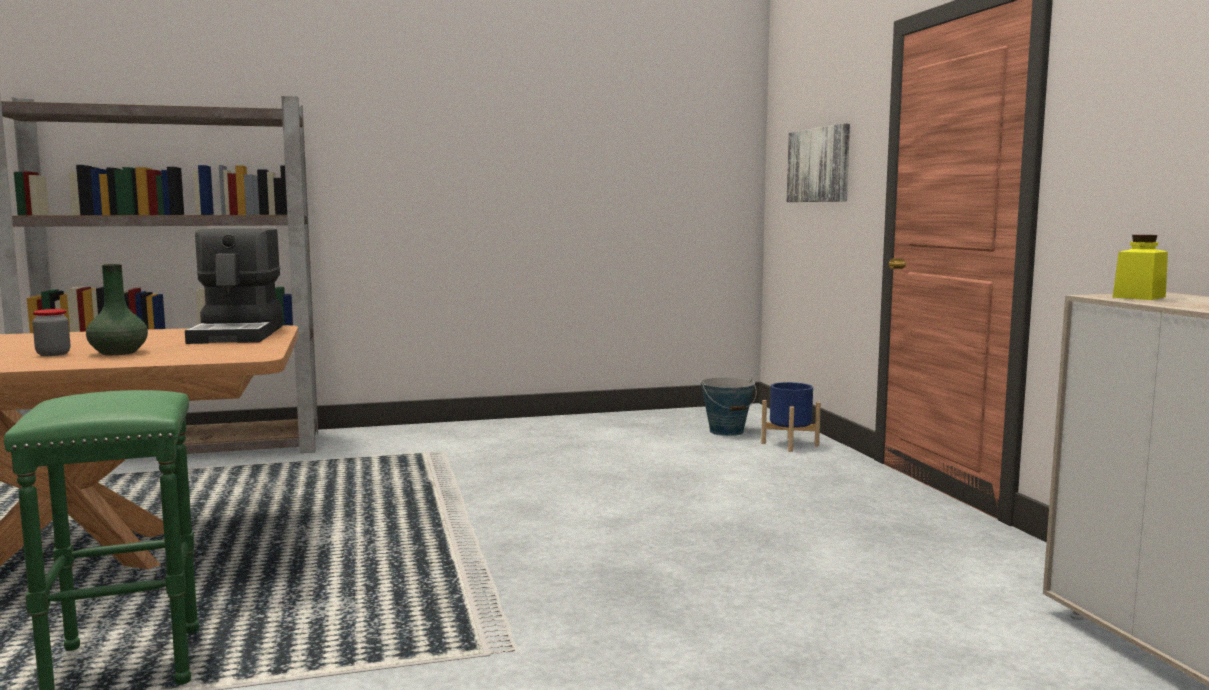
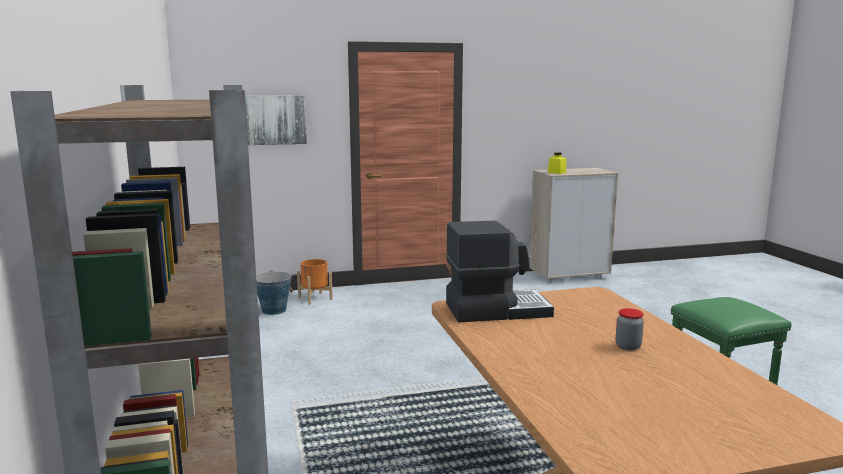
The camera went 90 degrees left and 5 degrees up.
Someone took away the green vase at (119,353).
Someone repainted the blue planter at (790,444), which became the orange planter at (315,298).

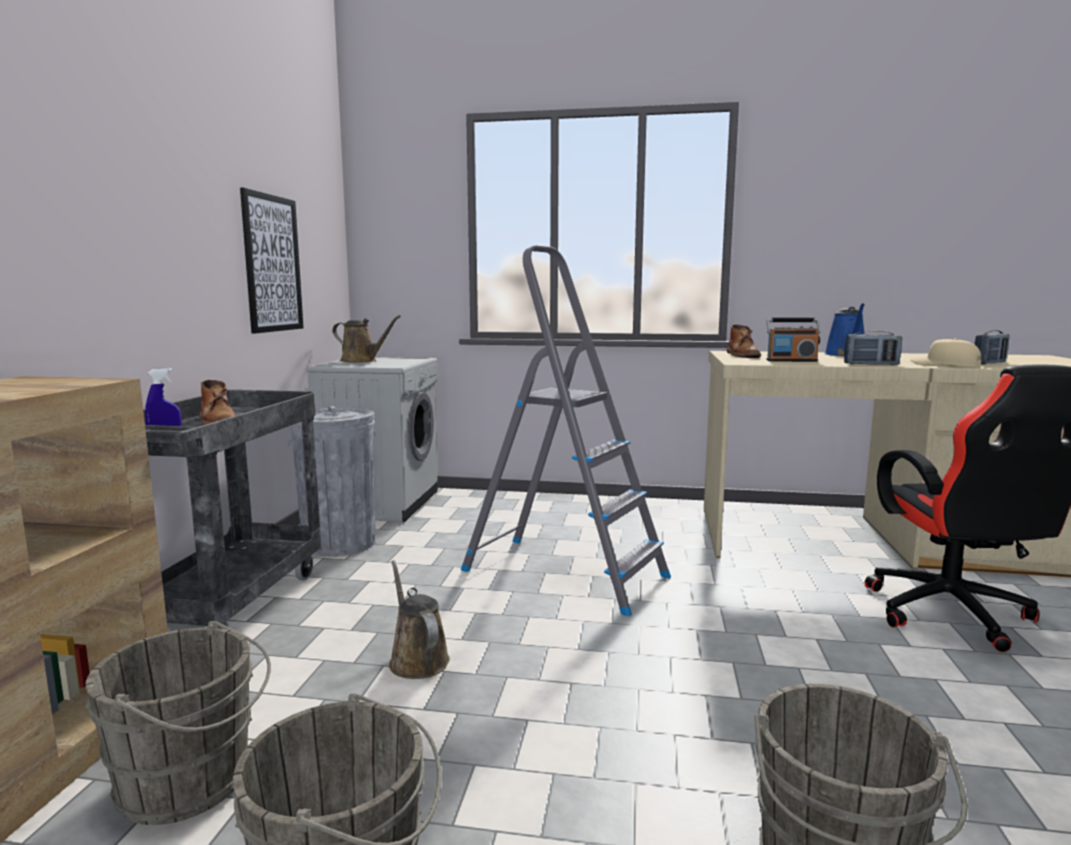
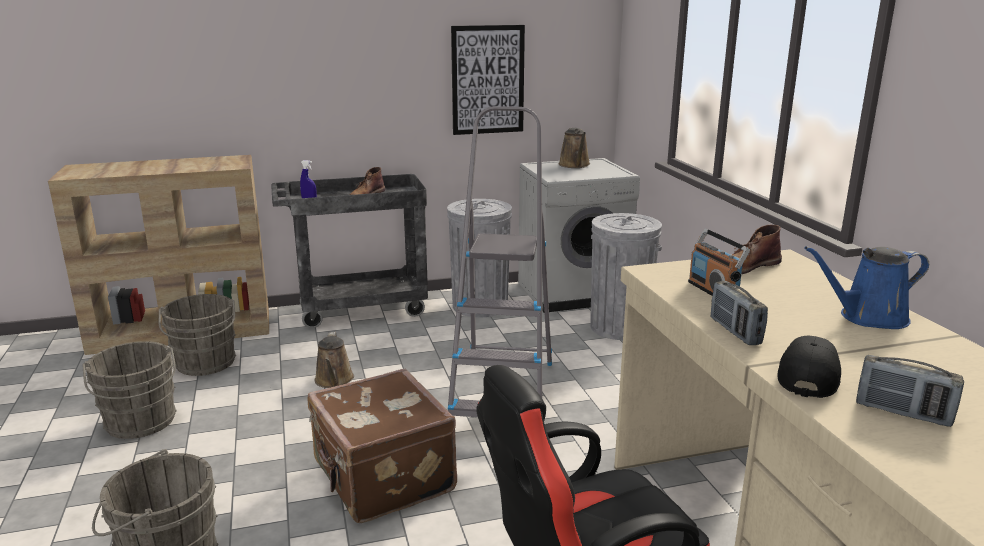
The camera went 65 degrees right and 10 degrees up.
Someone rotated the brown watering can at (417,659) by 135 degrees clockwise.
Someone repainted the beige cap at (944,365), which became the black cap at (808,376).
Someone put down the brown suitcase at (381,478).
Someone put down the grey trash can at (619,327).

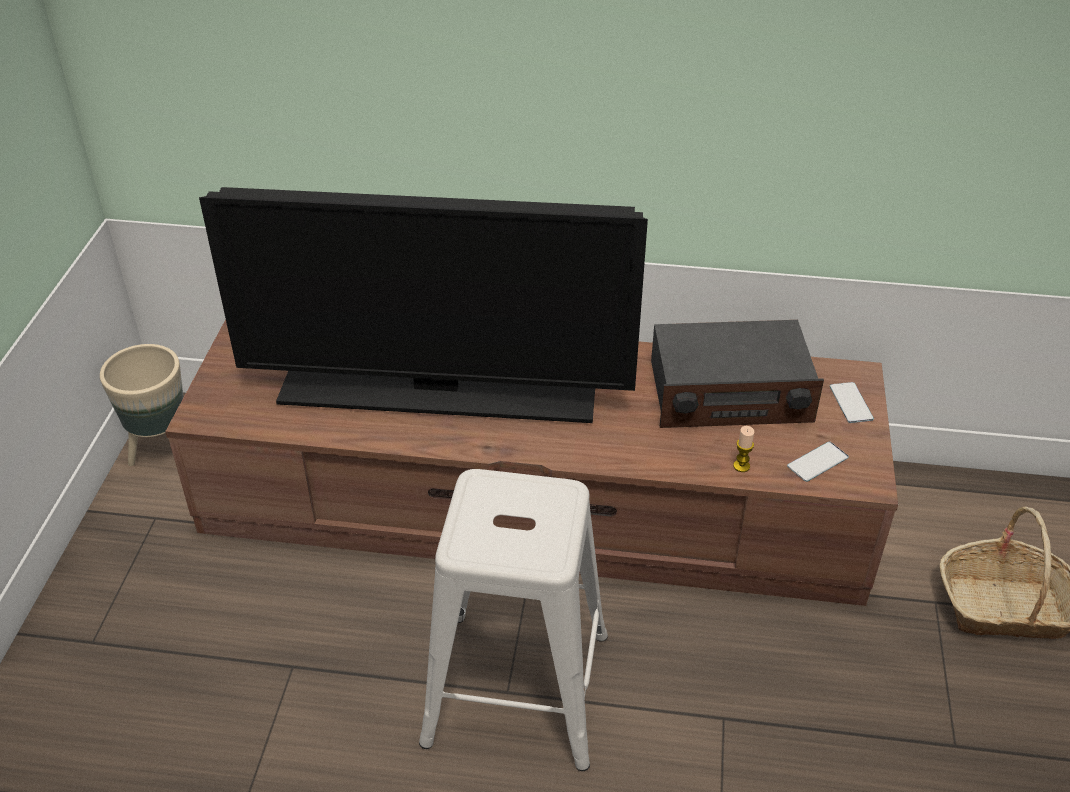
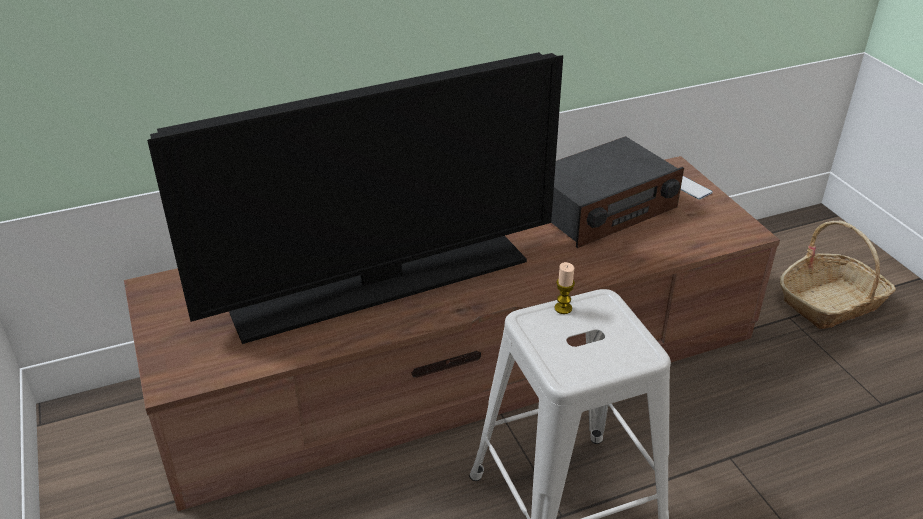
The camera went 30 degrees left and 5 degrees down.
Someone took away the beige planter at (163,452).
Someone carried the candle from (741,466) to (563,308).
Someone took away the phone at (817,462).

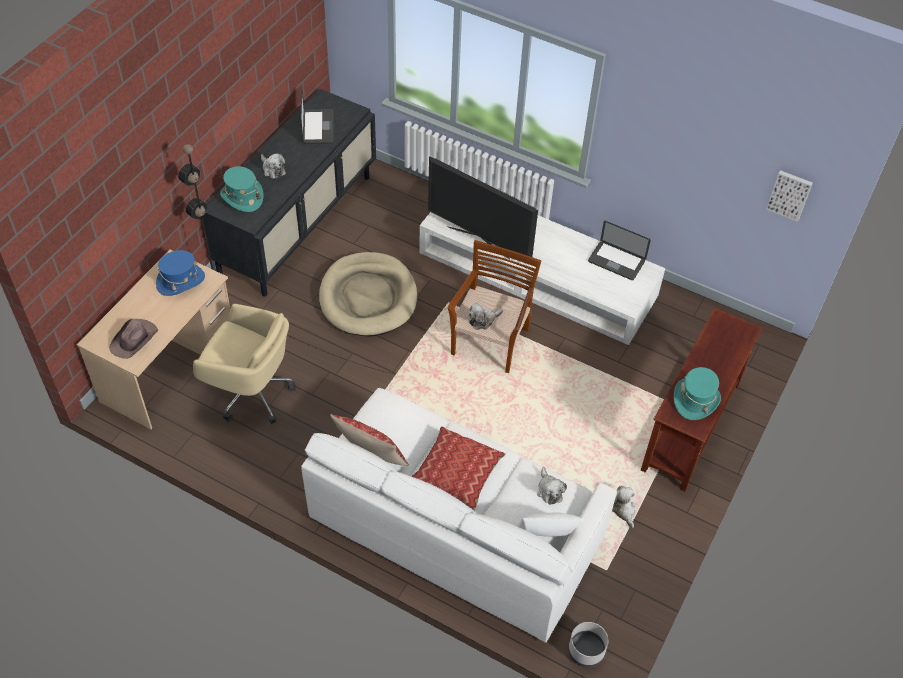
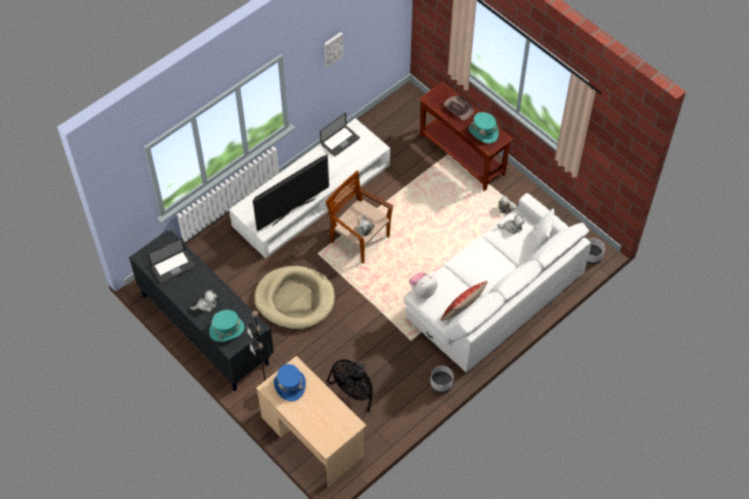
The camera went 70 degrees left and 5 degrees up.
Someone carried the brown hat from (134,339) to (458,108).
Someone swapped the beige office chair at (251,394) for the black fan at (354,389).
Someone rotated the laptop at (318,127) by 135 degrees clockwise.
Someone took away the pillow at (457,473).
Someone carried the picture from (789,194) to (332,48).
Someone put down the plush toy at (422,291).
Someone put down the grey planter at (441,384).

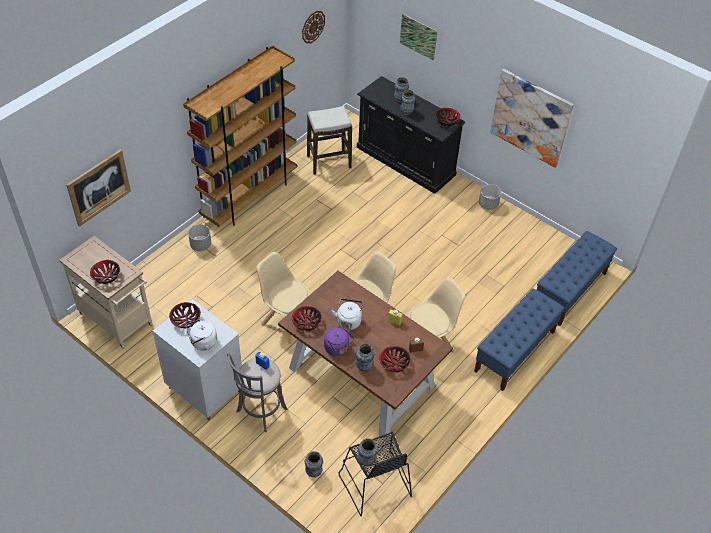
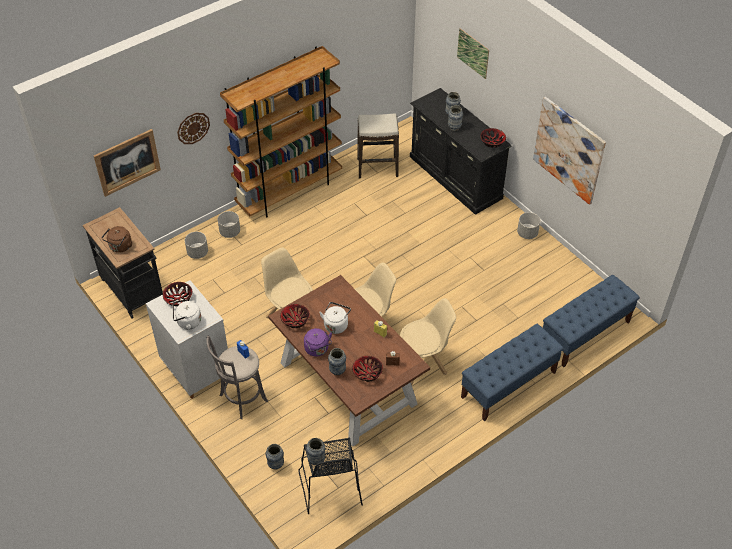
The camera went 15 degrees right and 0 degrees up.
Someone repainted the beige cart at (117,321), which became the black cart at (133,291).
Someone swapped the bowl at (106,276) for the brown kettle at (120,247).
Someone carried the wall clock from (313,26) to (193,128).
Someone put down the grey planter at (197,252).

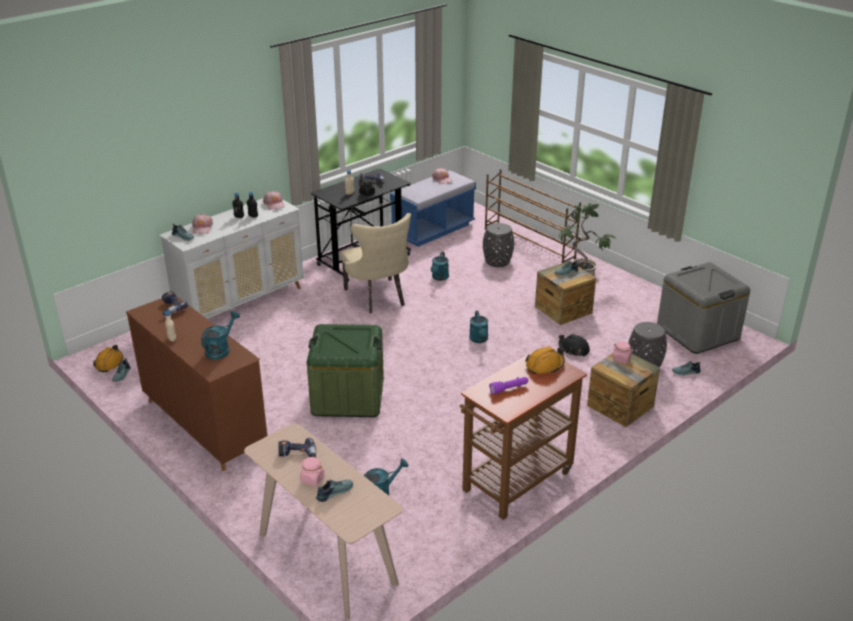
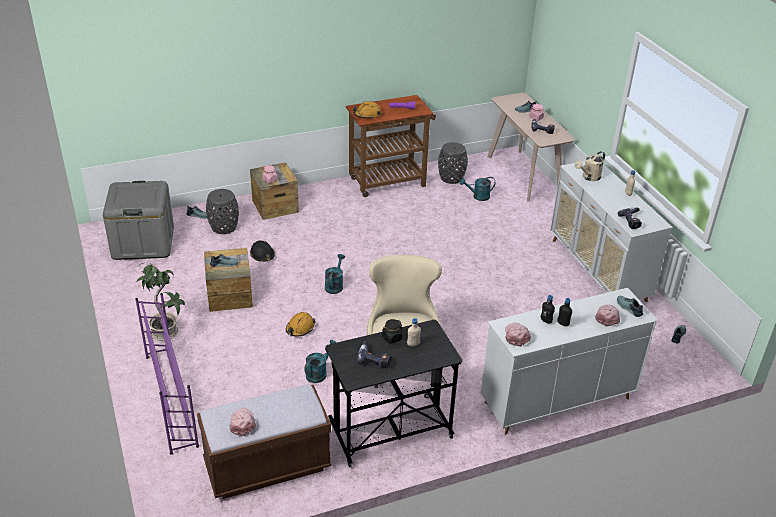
The camera went 160 degrees left and 5 degrees up.
Someone carried the orange hard hat from (109,363) to (300,328).
Someone repainted the brown cabinet at (204,425), which became the white cabinet at (598,270).
Someone repainted the turquoise watering can at (220,350), which became the beige watering can at (589,177).
Someone took away the green storage box at (348,397).
Someone repainted the blue bench at (433,230), which became the brown bench at (267,466).
Someone carried the grey stool from (497,261) to (451,178).
Someone repainted the brown shoe rack at (529,243), which became the purple shoe rack at (171,399).

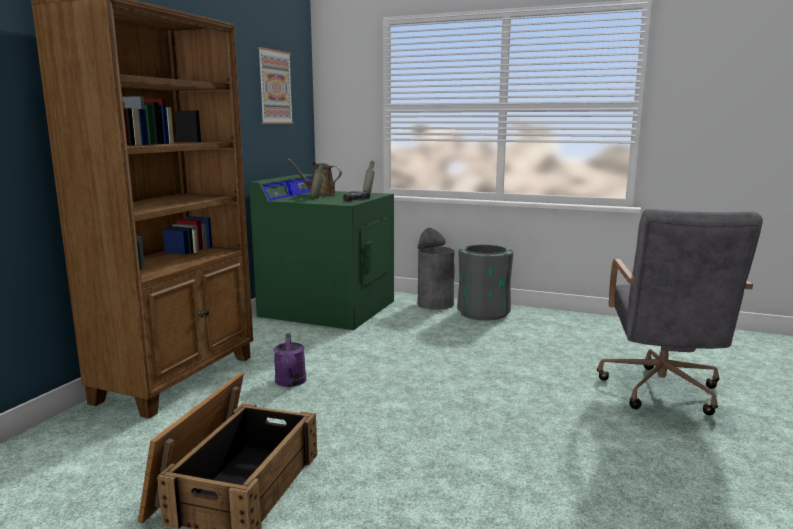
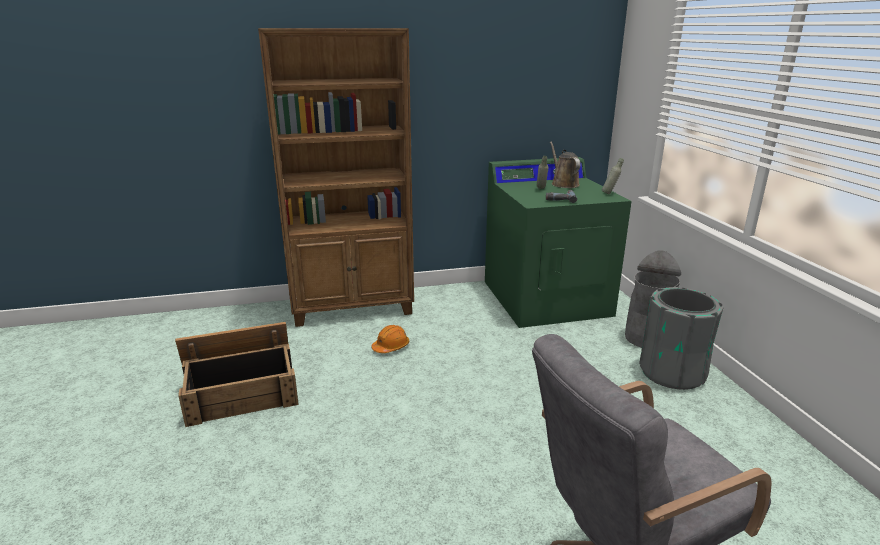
The camera went 55 degrees right and 10 degrees up.
Someone took away the picture at (274,87).
Someone swapped the purple watering can at (291,382) for the orange hard hat at (391,347).

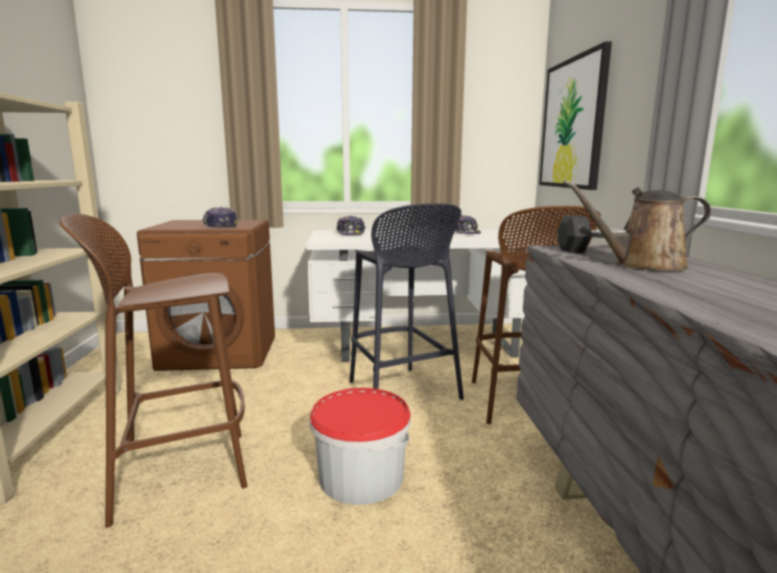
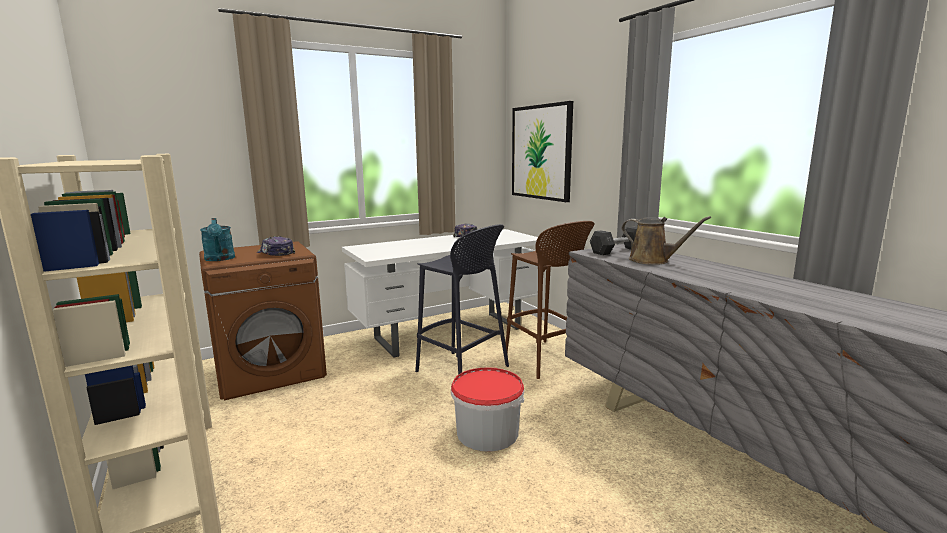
The camera went 25 degrees left and 0 degrees up.
Someone took away the brown stool at (178,471).
Someone took away the cap at (351,233).
Someone rotated the brown watering can at (642,265) by 120 degrees counterclockwise.
Someone put down the turquoise watering can at (220,259).

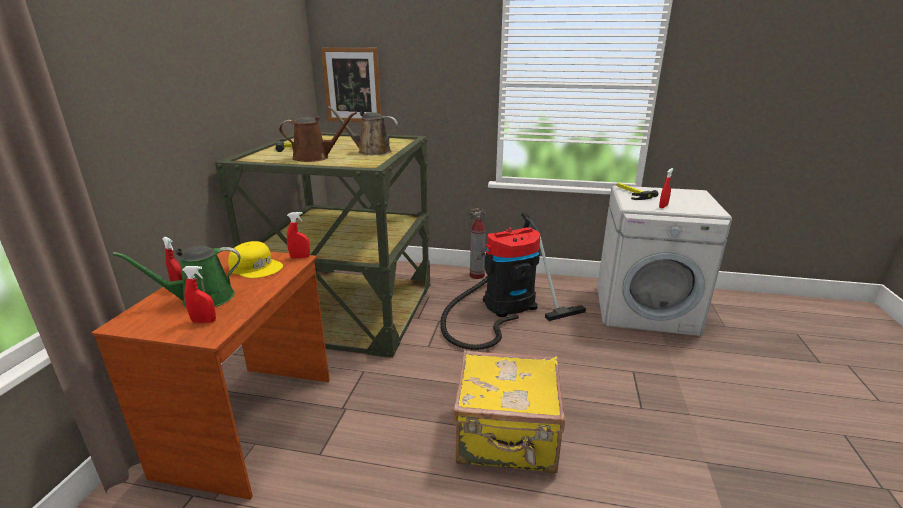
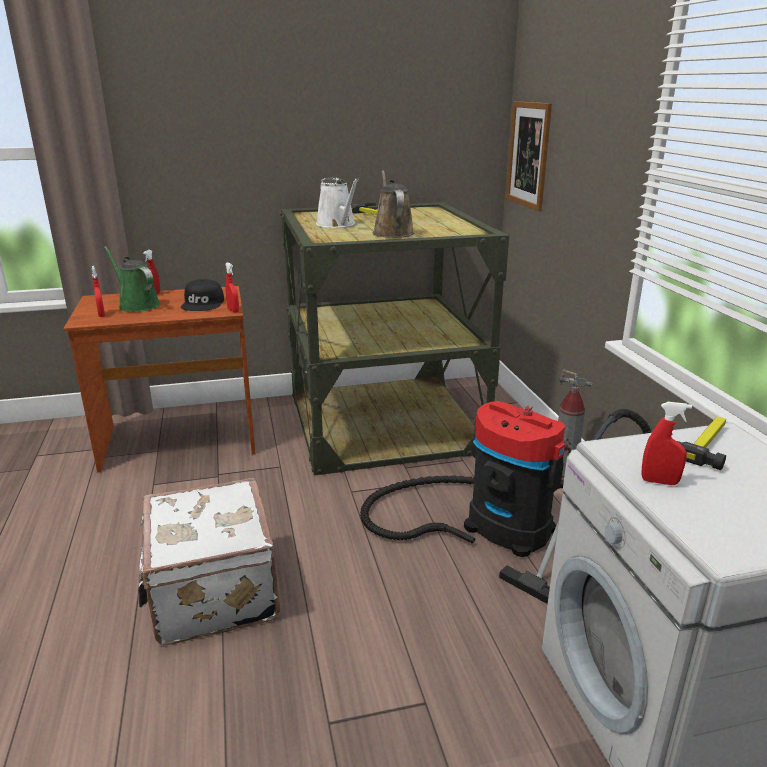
The camera went 65 degrees right and 0 degrees up.
Someone repainted the yellow cap at (256,267), which became the black cap at (203,303).
Someone repainted the brown watering can at (314,158), which became the white watering can at (337,224).
Someone repainted the yellow suitcase at (507,438), which became the white suitcase at (211,593).

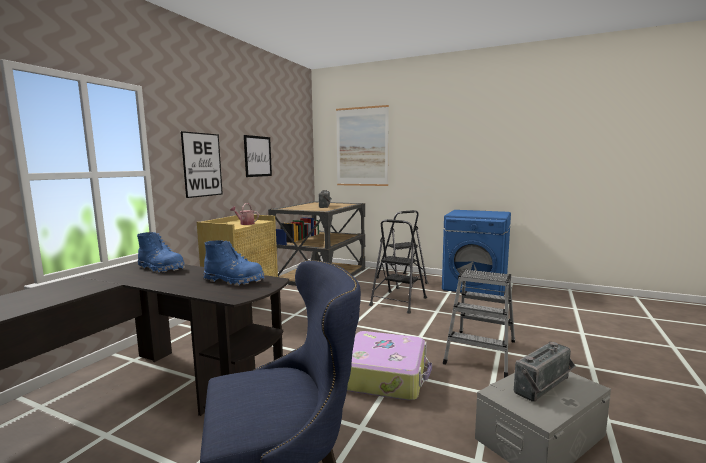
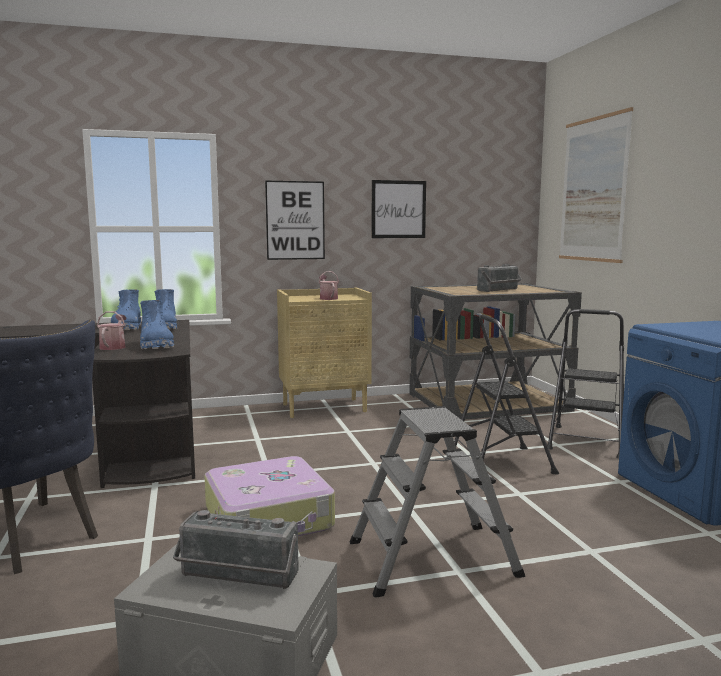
The camera went 50 degrees right and 0 degrees up.
Someone put down the watering can at (114,346).
Someone put down the blue boot at (127,328).

